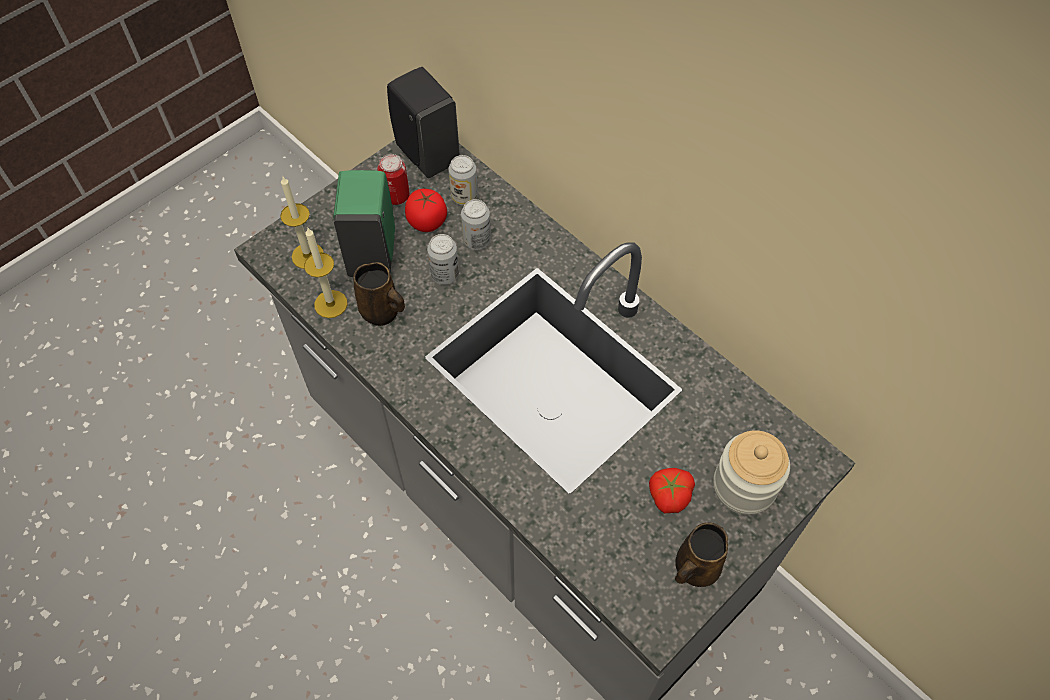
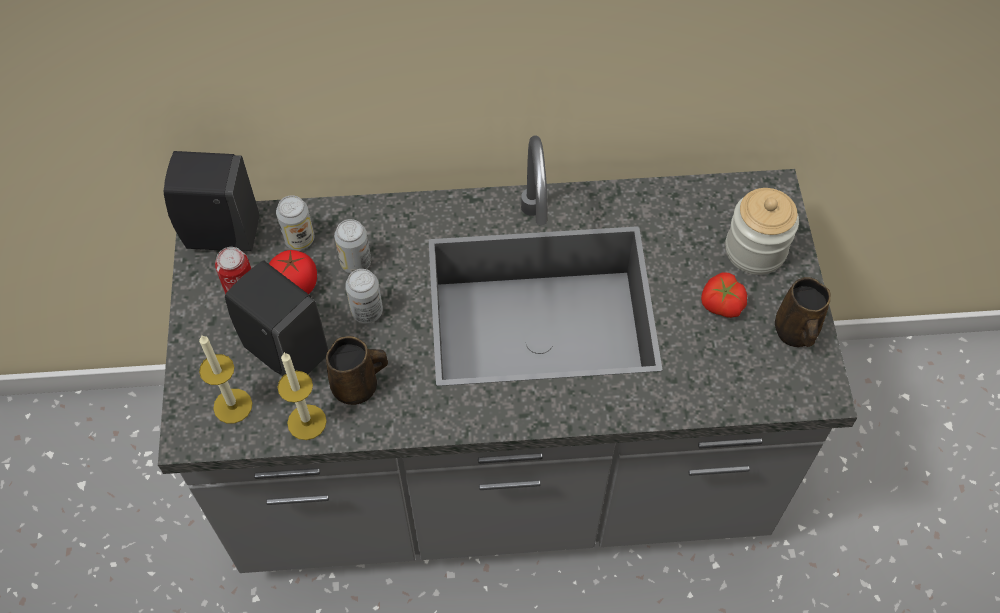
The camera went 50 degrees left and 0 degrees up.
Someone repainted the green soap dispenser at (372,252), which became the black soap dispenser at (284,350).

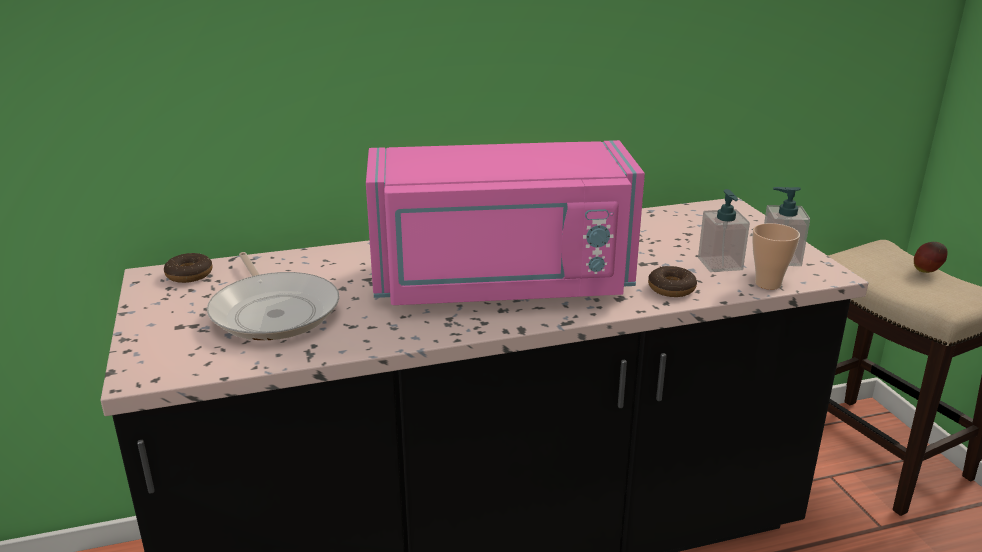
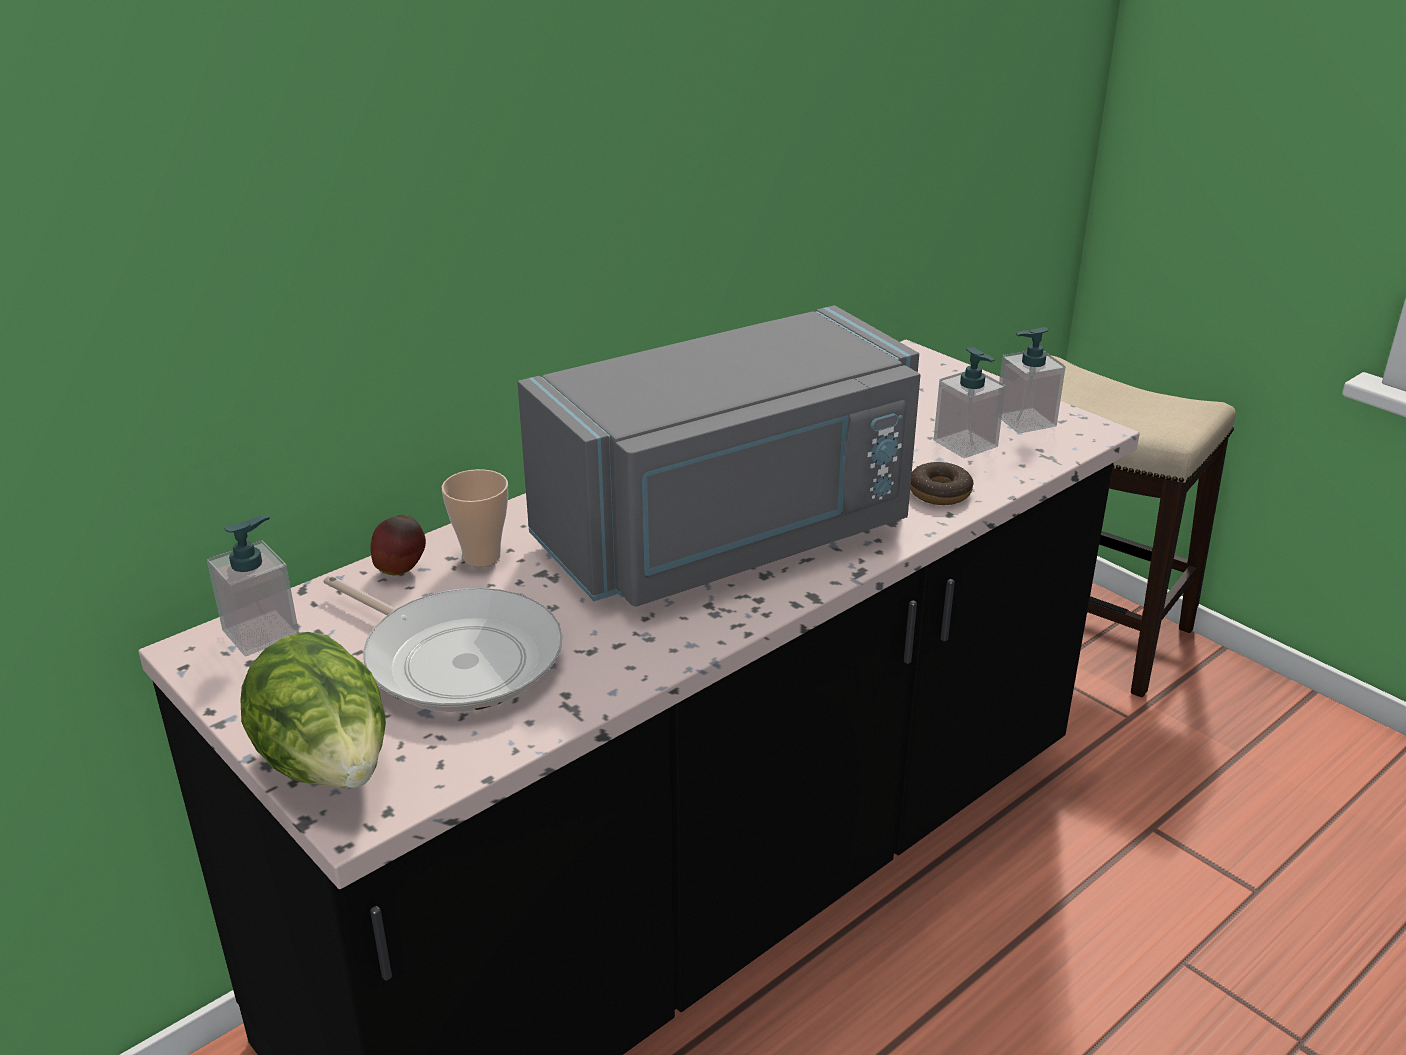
The camera went 25 degrees left and 5 degrees up.
Someone swapped the donut at (189,274) for the soap dispenser at (261,633).
Someone repainted the pink microwave at (502,284), which became the grey microwave at (731,537).
Someone carried the cup from (768,284) to (482,557).
Someone carried the apple from (926,272) to (401,571).
Someone put down the lettuce at (328,767).

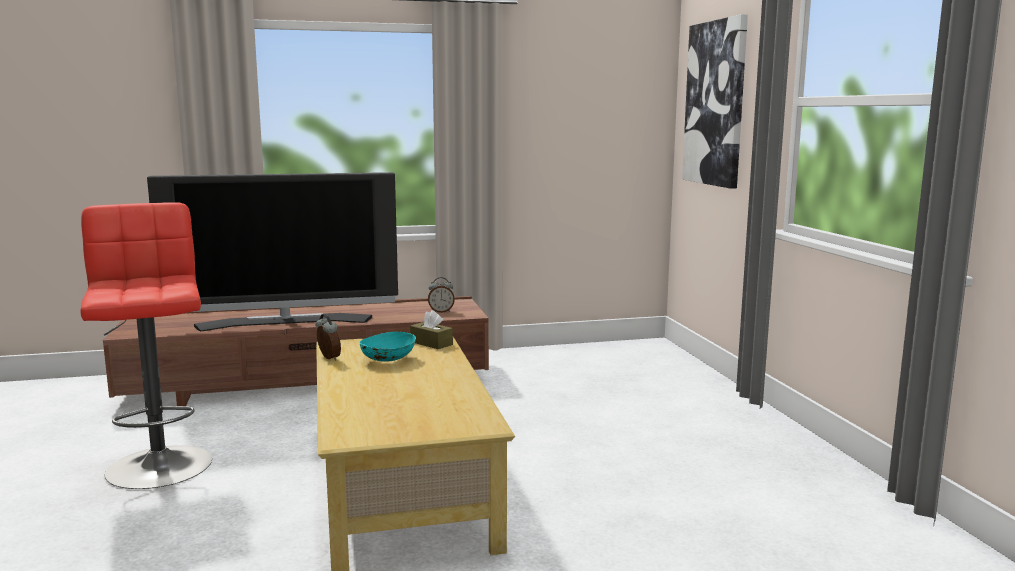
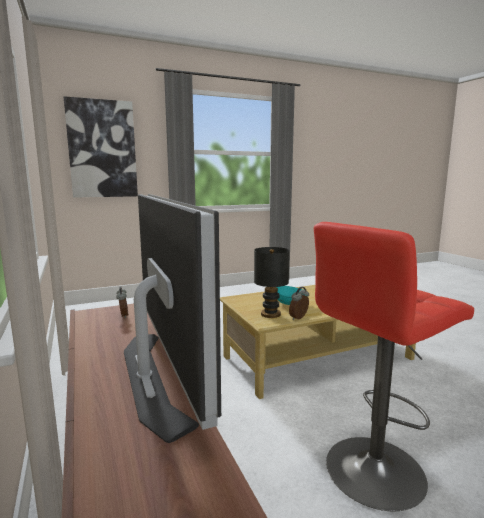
The camera went 100 degrees left and 0 degrees up.
Someone took away the brown tissue box at (431,343).
Someone put down the black table lamp at (270,314).

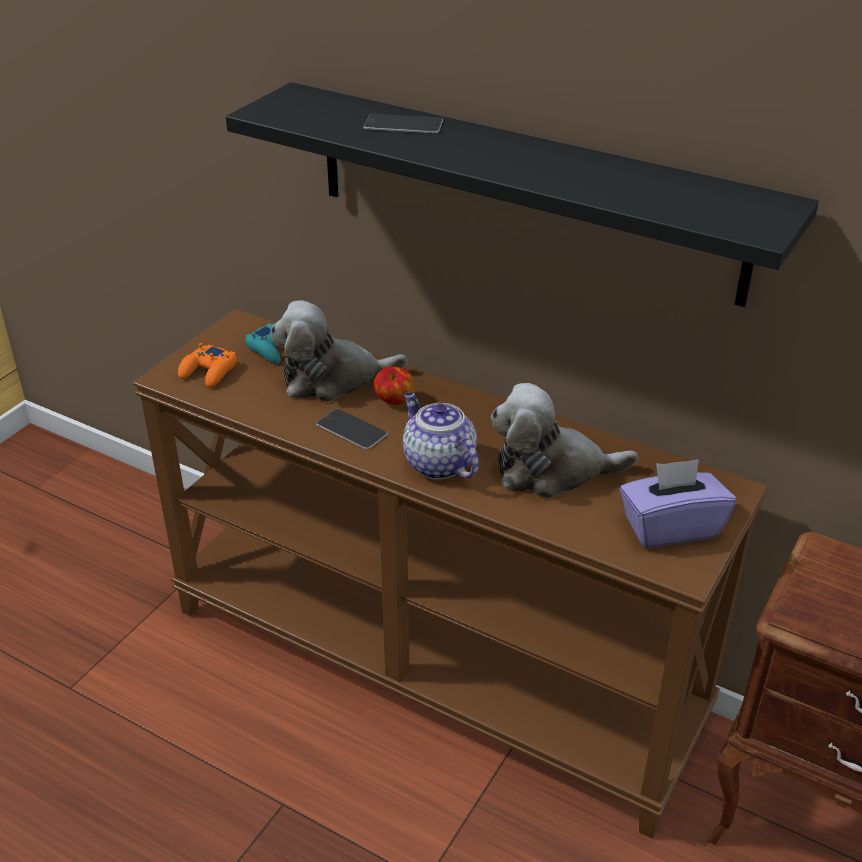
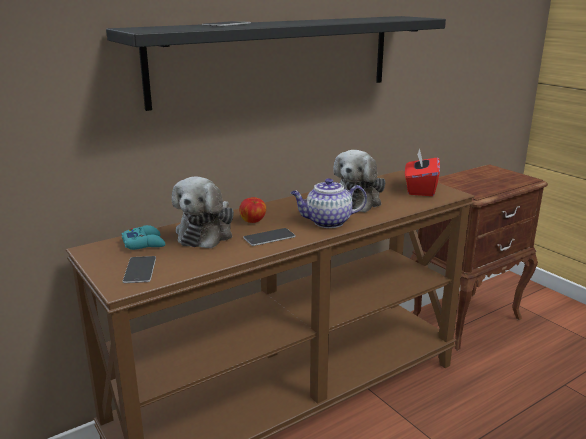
The camera went 65 degrees left and 15 degrees down.
Someone swapped the orange game controller at (209,372) for the phone at (140,269).
Someone repainted the purple tissue box at (670,527), which became the red tissue box at (420,189).

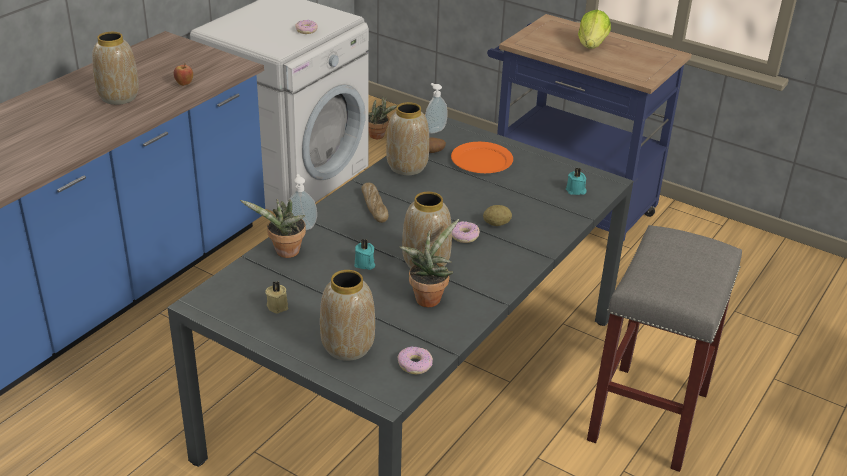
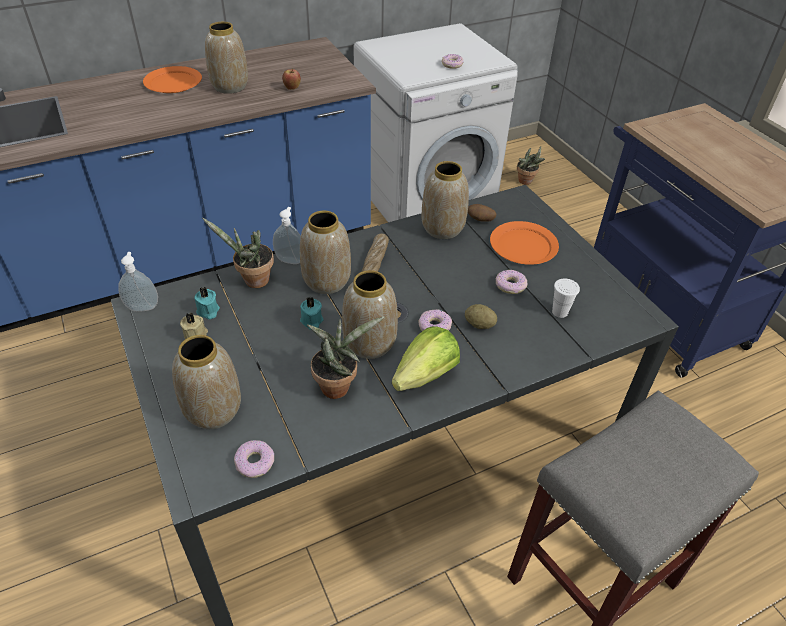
The camera went 30 degrees right and 10 degrees up.
Someone carried the soap dispenser from (434,130) to (143,306).
Someone carried the turquoise candle from (576,191) to (208,311).
Someone carried the lettuce from (592,46) to (426,375).
Someone put down the orange plate at (173,83).
Someone put down the vase at (327,281).
Someone put down the donut at (510,285).
Someone put down the white cup at (560,312).

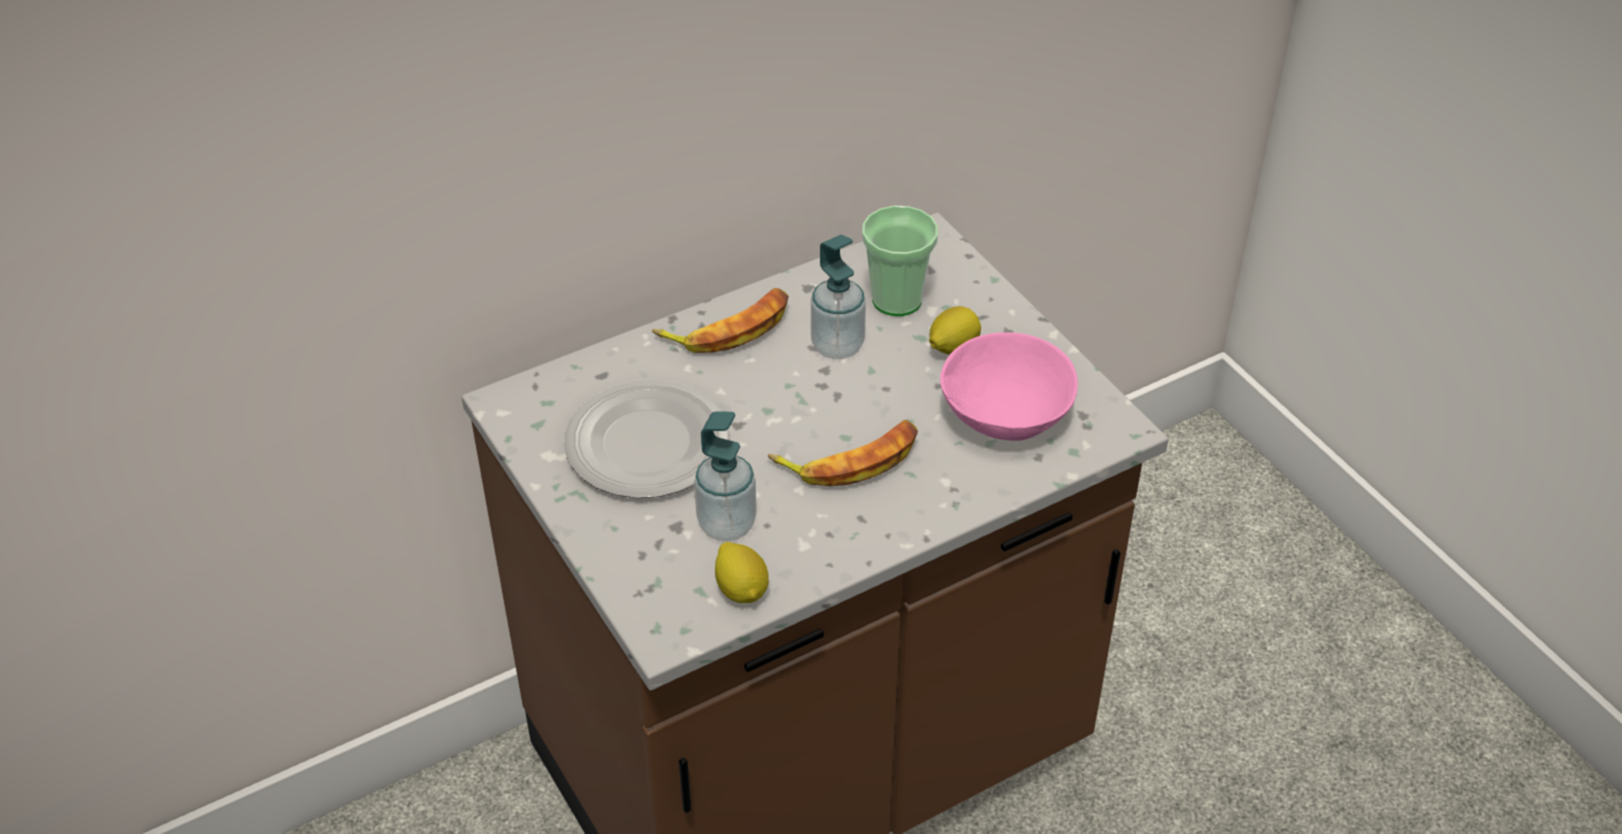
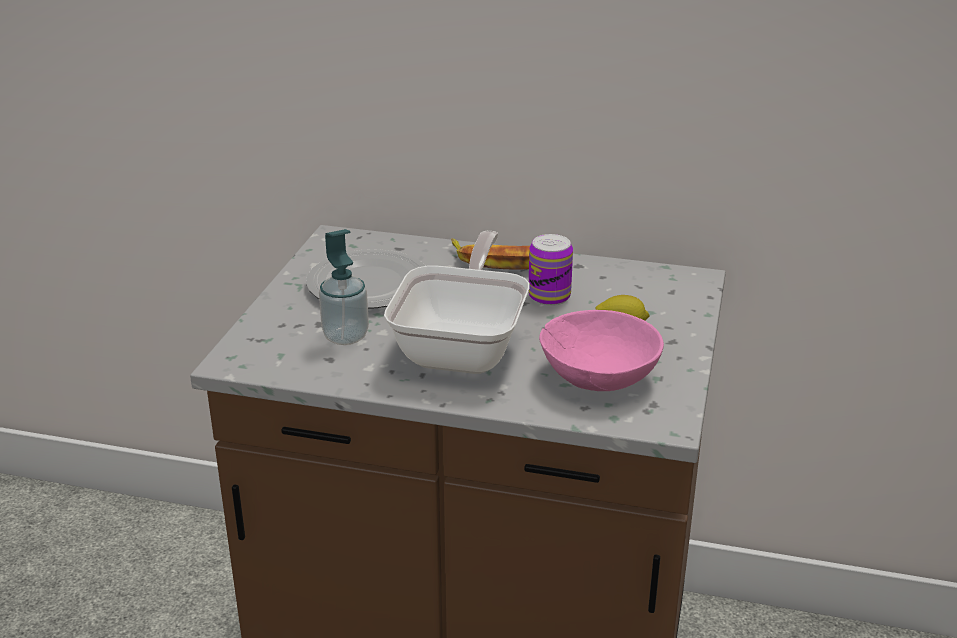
The camera went 45 degrees right and 15 degrees down.
Someone took away the lemon at (742,589).
Someone swapped the banana at (850,460) for the frying pan at (464,347).
Someone swapped the soap dispenser at (837,346) for the can at (549,296).
Someone took away the cup at (897,300).

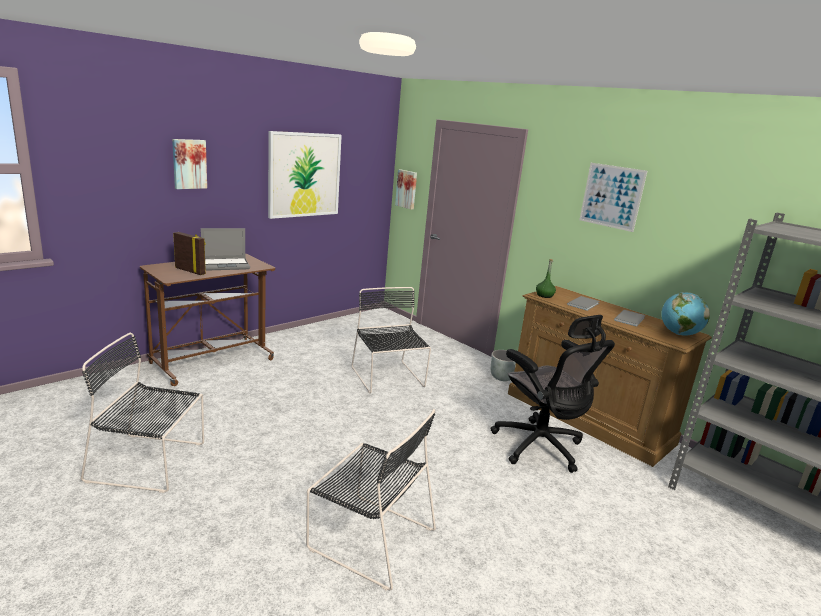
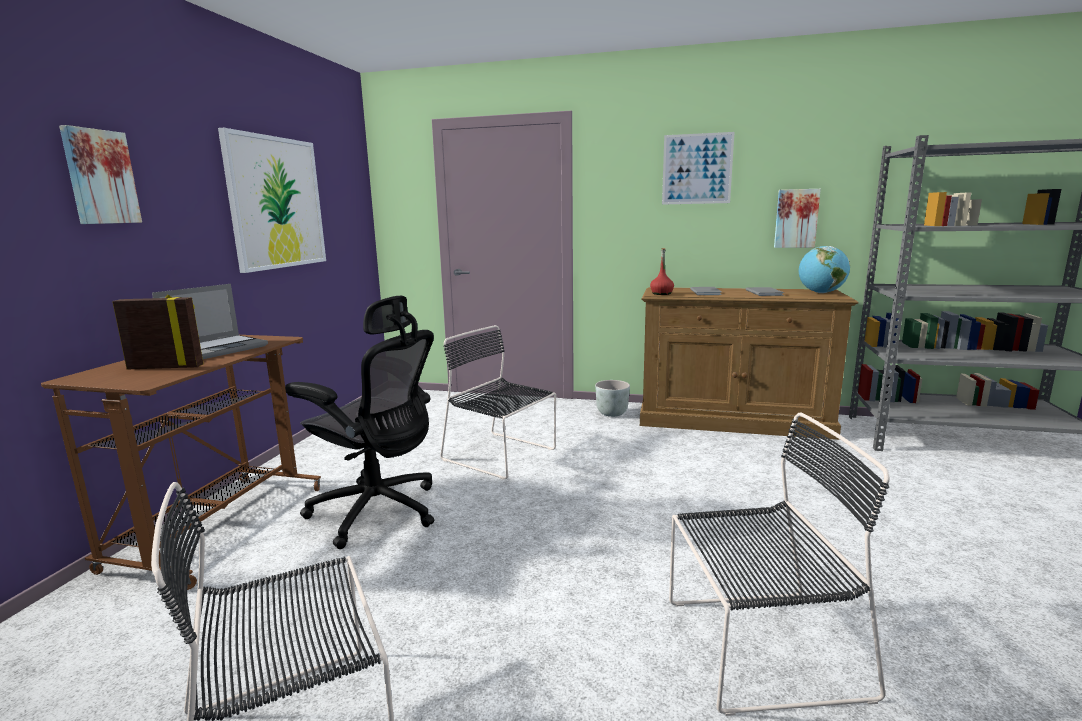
The camera went 30 degrees left and 5 degrees down.
Someone carried the picture from (407,189) to (796,218).
Someone carried the office chair from (539,446) to (377,511).
Someone repainted the green bottle at (544,295), which became the red bottle at (661,293).

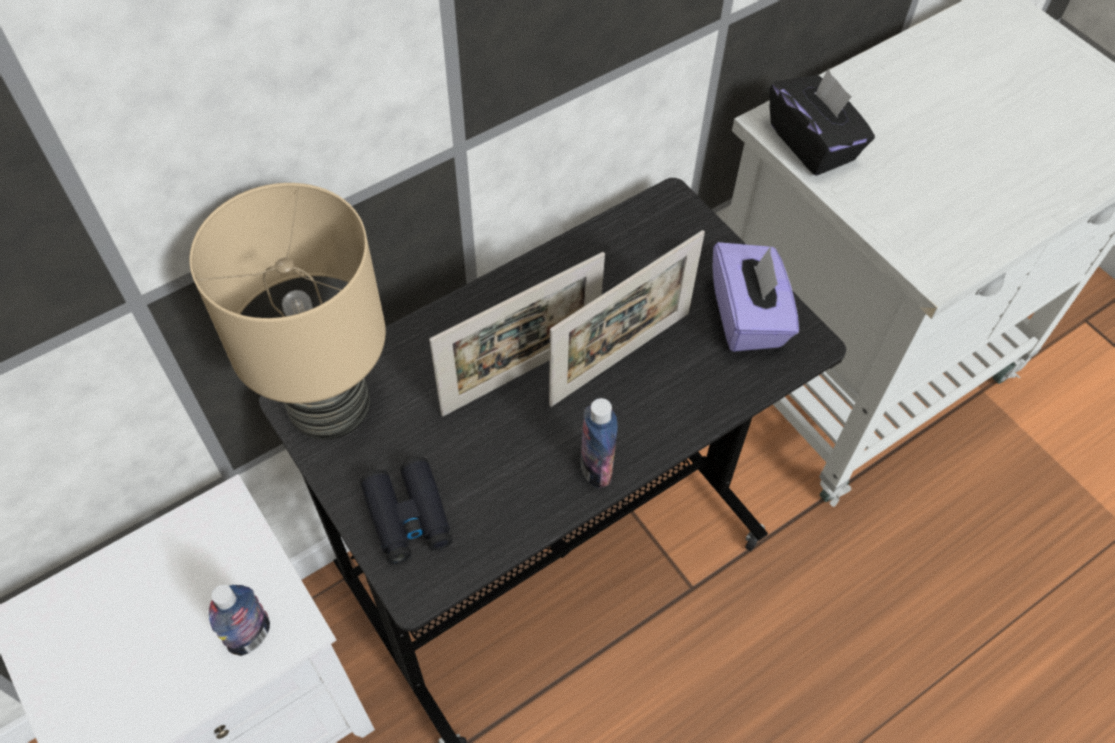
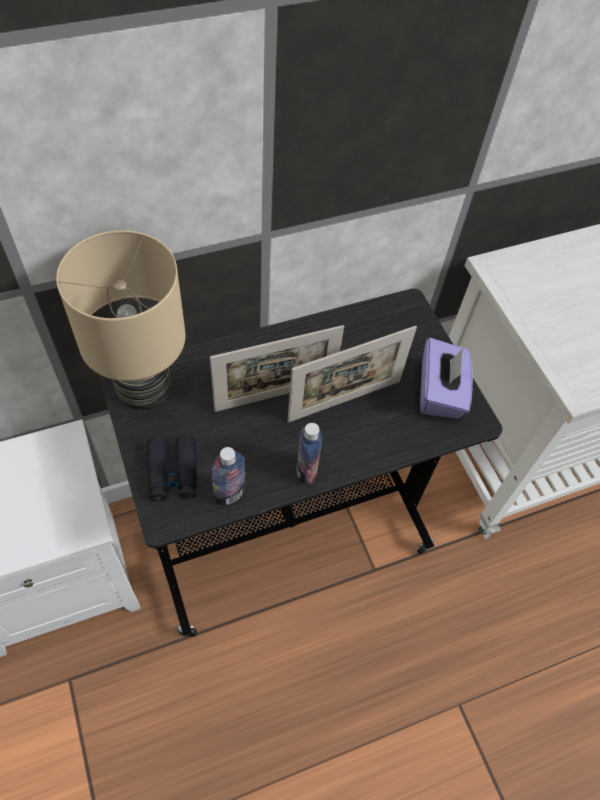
The camera went 10 degrees right and 0 degrees up.
Someone carried the bottle from (251,636) to (230,493).
Someone took away the black tissue box at (813,143).

